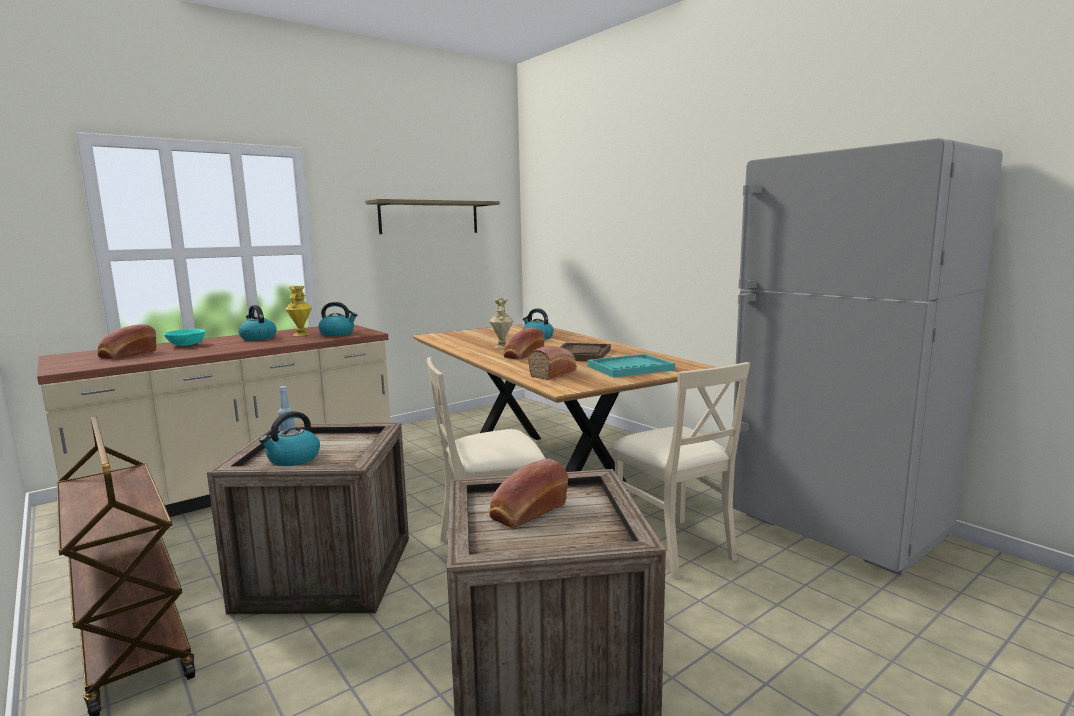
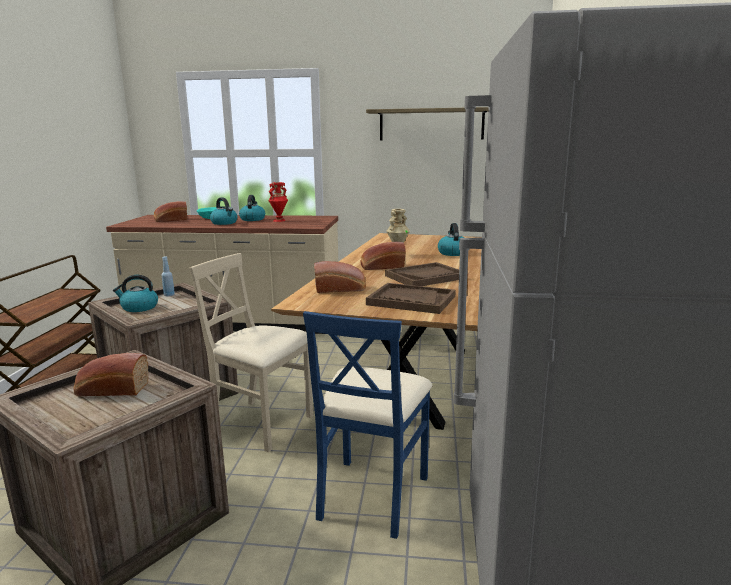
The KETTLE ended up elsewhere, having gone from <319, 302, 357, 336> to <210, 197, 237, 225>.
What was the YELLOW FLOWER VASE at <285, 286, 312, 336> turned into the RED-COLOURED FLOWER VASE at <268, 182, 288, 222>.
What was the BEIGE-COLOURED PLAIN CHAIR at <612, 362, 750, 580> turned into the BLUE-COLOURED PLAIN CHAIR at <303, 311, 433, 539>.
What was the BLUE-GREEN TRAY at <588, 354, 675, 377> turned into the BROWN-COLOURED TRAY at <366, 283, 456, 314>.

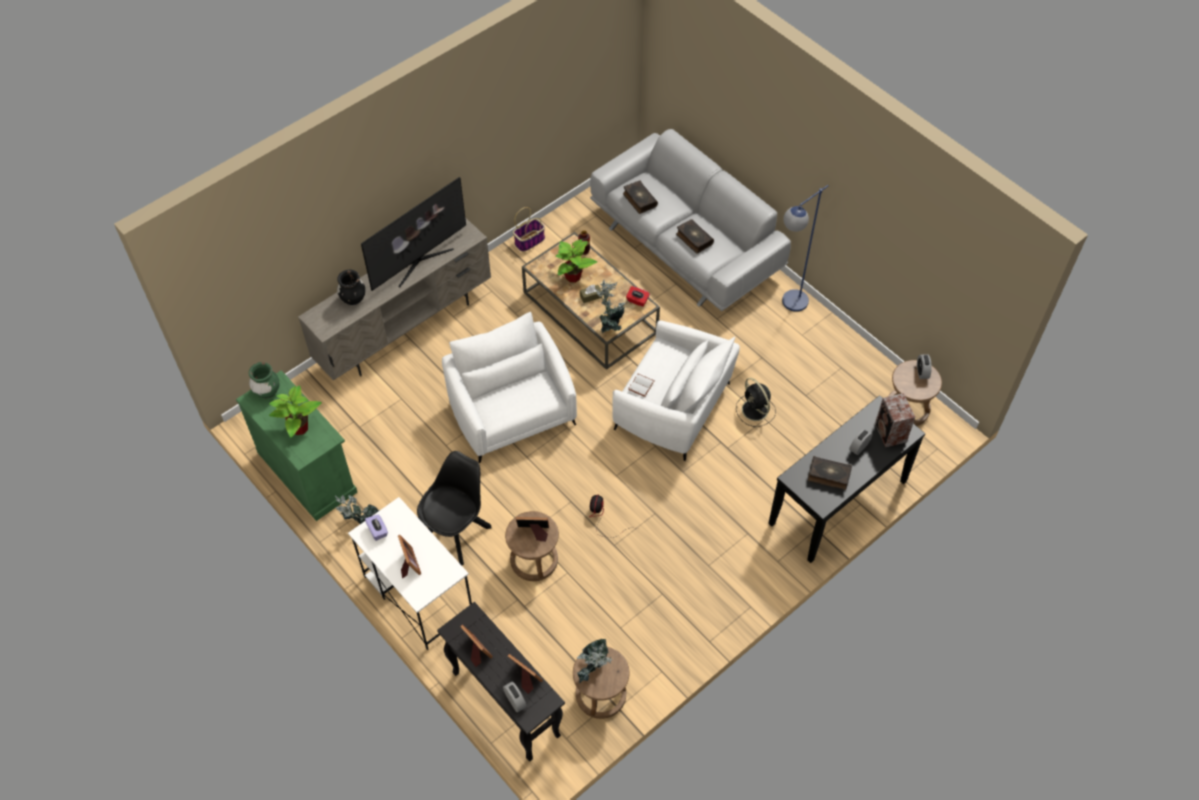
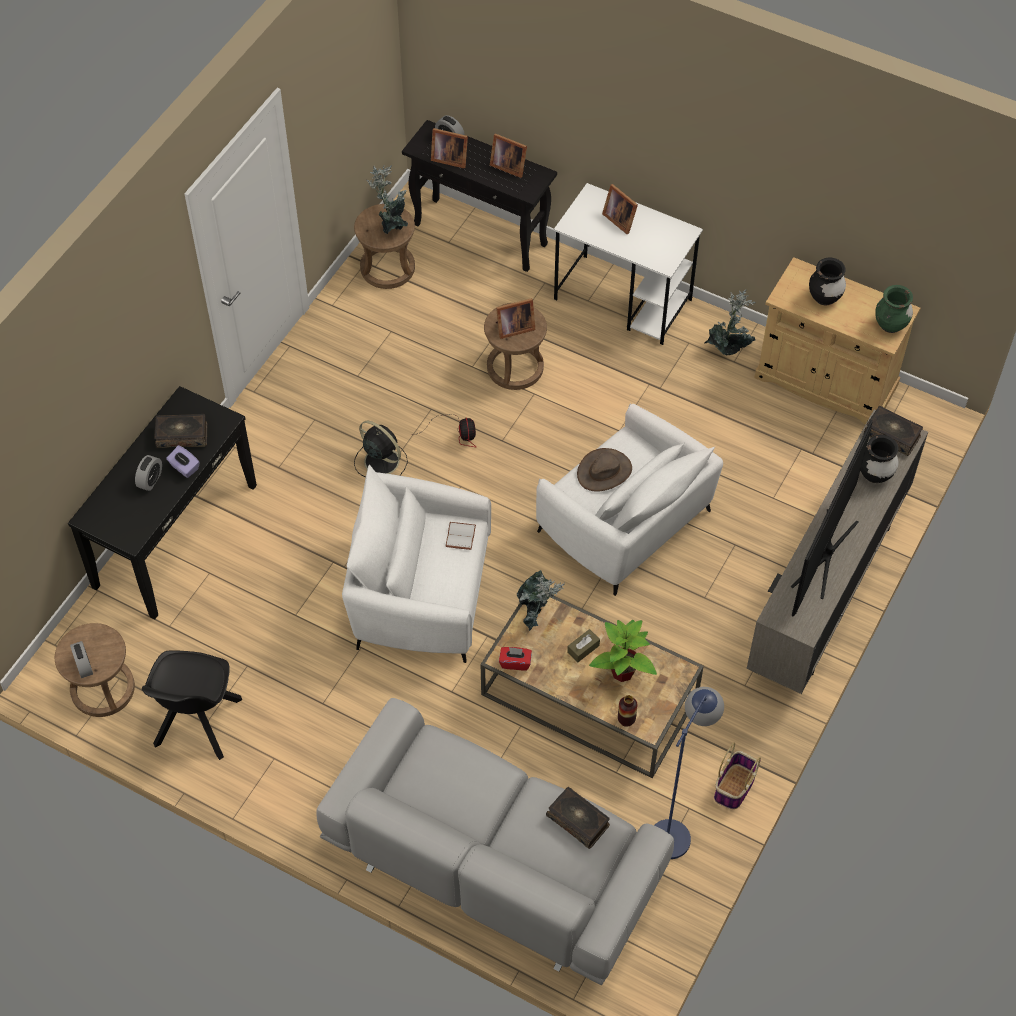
The BLACK PLAIN CHAIR ended up elsewhere, having gone from <417, 451, 491, 565> to <142, 650, 242, 760>.
The PURPLISH TISSUE BOX ended up elsewhere, having gone from <365, 514, 388, 541> to <166, 445, 200, 478>.
The BLACK FAN ended up elsewhere, having gone from <736, 378, 776, 427> to <354, 420, 408, 477>.
The second view gained the BROWN-COLOURED CLOTHING HAT at <577, 448, 632, 492>.
The BLUE-COLOURED FLOOR LAMP ended up elsewhere, having gone from <782, 185, 829, 312> to <654, 687, 724, 859>.
What was the GREEN-COLOURED CUPBOARD at <236, 370, 357, 521> turned into the BEIGE-COLOURED CUPBOARD at <754, 257, 920, 425>.
Where the HOUSEPLANT stood at <269, 385, 322, 438>, the BLACK FLOWER VASE came to stand at <809, 258, 846, 305>.
The BOOK ended up elsewhere, having gone from <676, 219, 714, 254> to <864, 406, 923, 456>.
The second view lost the AUDIO SPEAKER at <875, 393, 915, 447>.

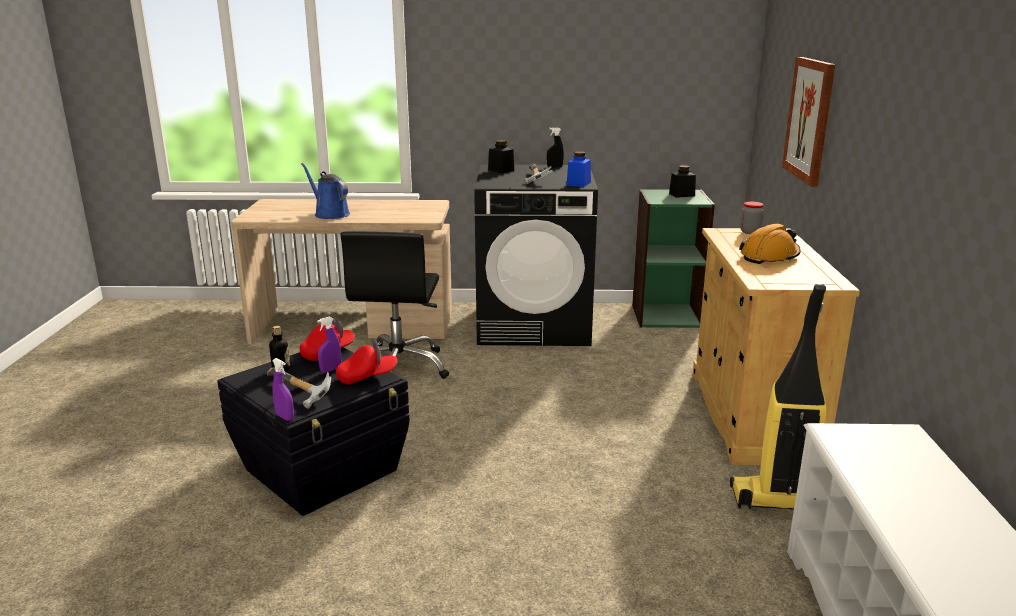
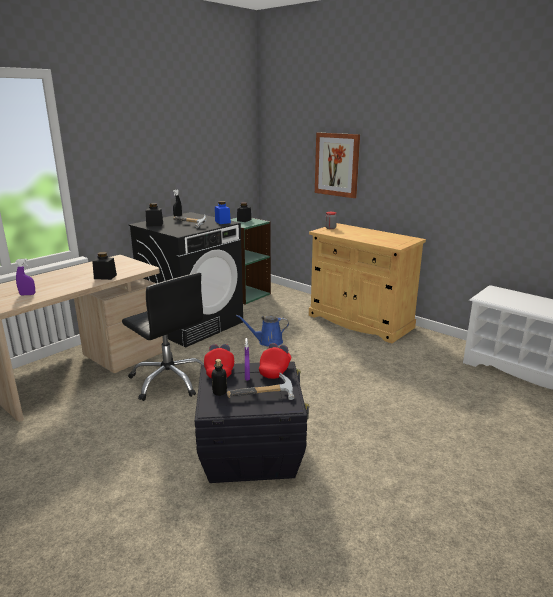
The PURPLISH SPRAYER ended up elsewhere, having gone from <272, 358, 294, 421> to <15, 259, 35, 295>.
The second view gained the BLACK PRESERVE JAR at <92, 252, 117, 280>.
The BLUE-COLOURED WATERING CAN ended up elsewhere, having gone from <301, 163, 350, 219> to <236, 315, 289, 347>.
The second view lost the VACUUM CLEANER at <730, 284, 827, 509>.
The second view lost the ORANGE HARD HAT at <739, 224, 801, 264>.

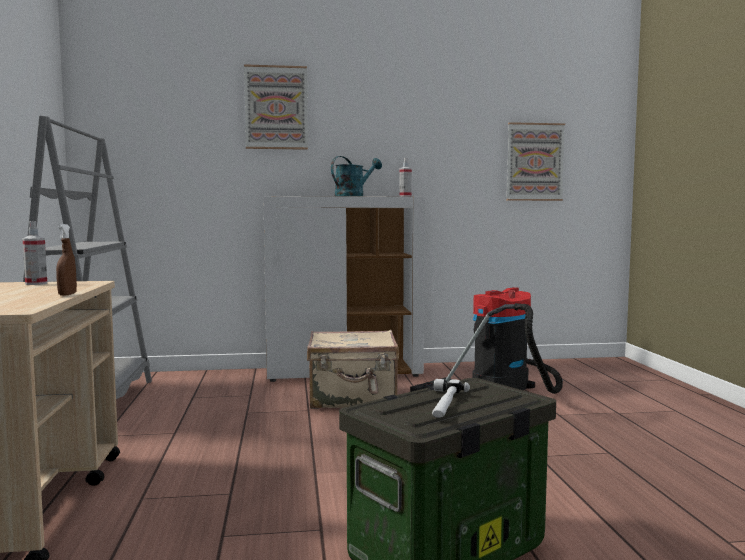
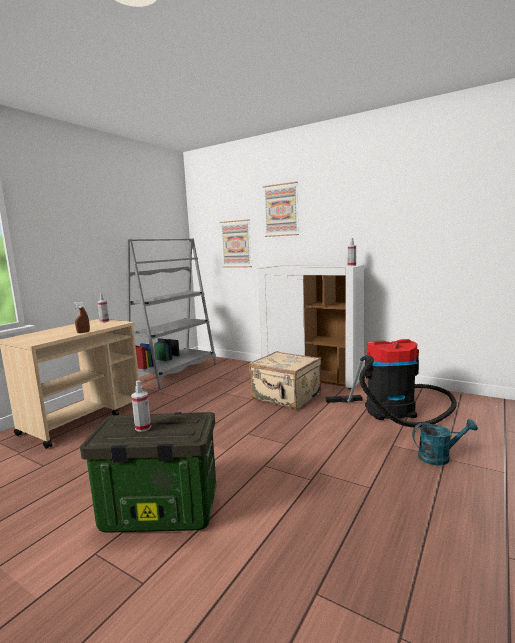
Where the TOOL HAMMER stood at <432, 379, 470, 418>, the SPRAYER came to stand at <131, 381, 151, 432>.
The WALL ART ended up elsewhere, having gone from <506, 122, 565, 201> to <220, 219, 252, 268>.
The BLUE-GREEN WATERING CAN ended up elsewhere, having gone from <331, 156, 382, 196> to <412, 419, 478, 465>.

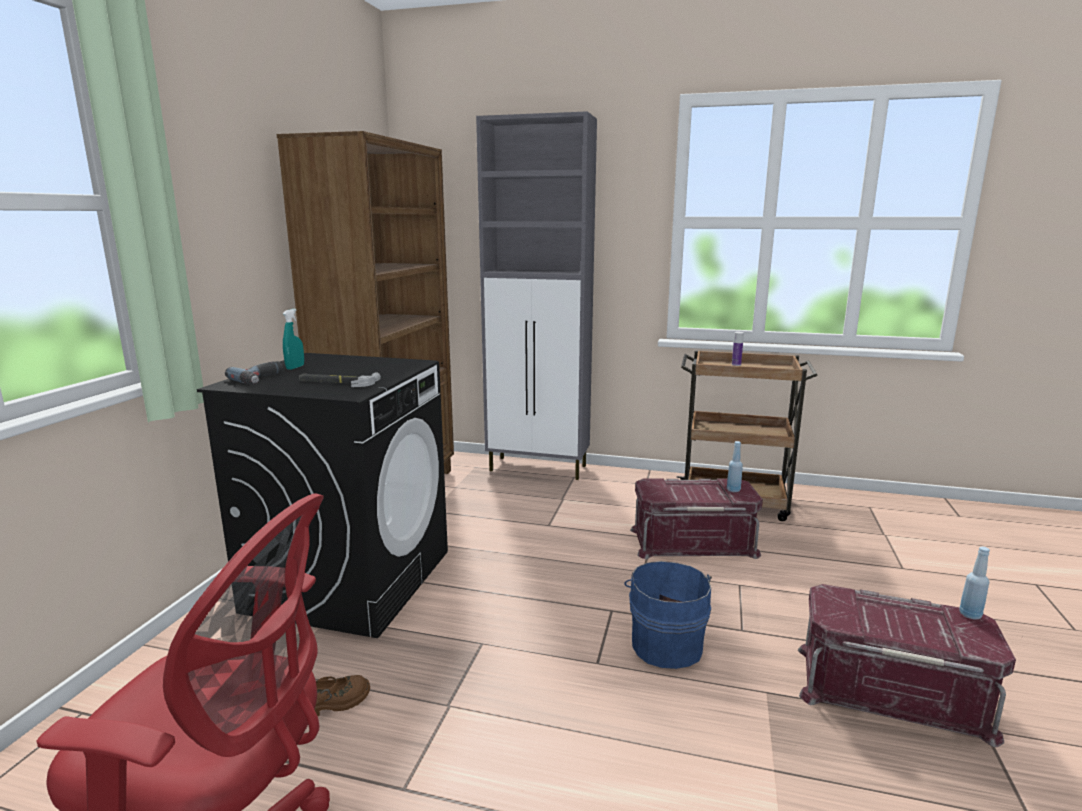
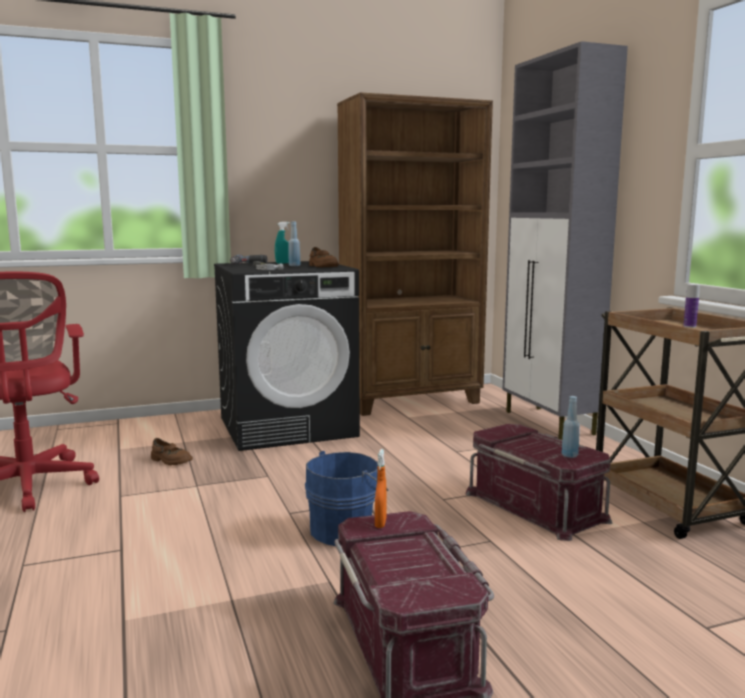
The BLUE-COLOURED BEVERAGE BOTTLE ended up elsewhere, having gone from <959, 547, 990, 620> to <288, 221, 300, 266>.
The second view gained the BROWN-COLOURED ITEM OF FOOTWEAR at <309, 247, 339, 267>.
The second view gained the ORANGE SPRAYER at <375, 449, 387, 528>.

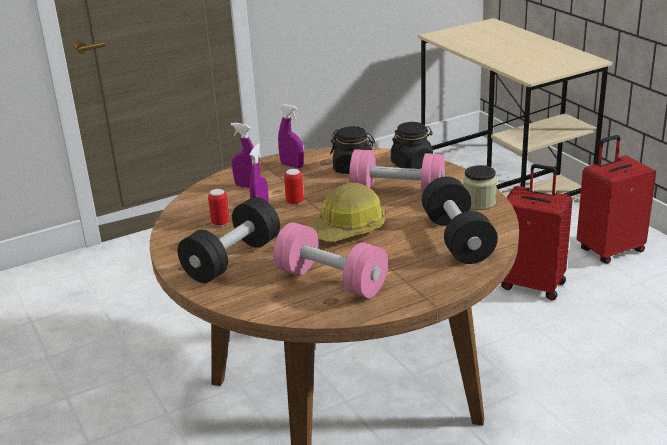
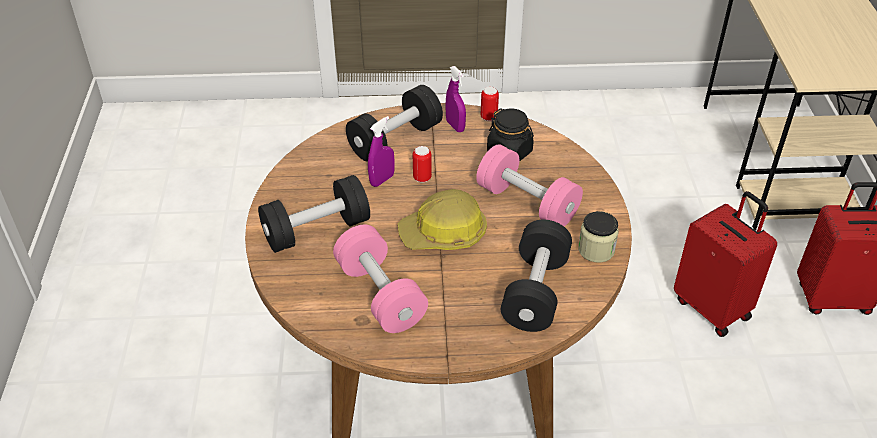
Where the PURPLISH SPRAYER stood at <231, 123, 260, 188>, the BLACK FREE WEIGHT came to stand at <346, 85, 443, 161>.
The CAN ended up elsewhere, having gone from <208, 189, 230, 227> to <481, 87, 499, 121>.
The second view lost the BLACK PRESERVE JAR at <391, 122, 433, 169>.

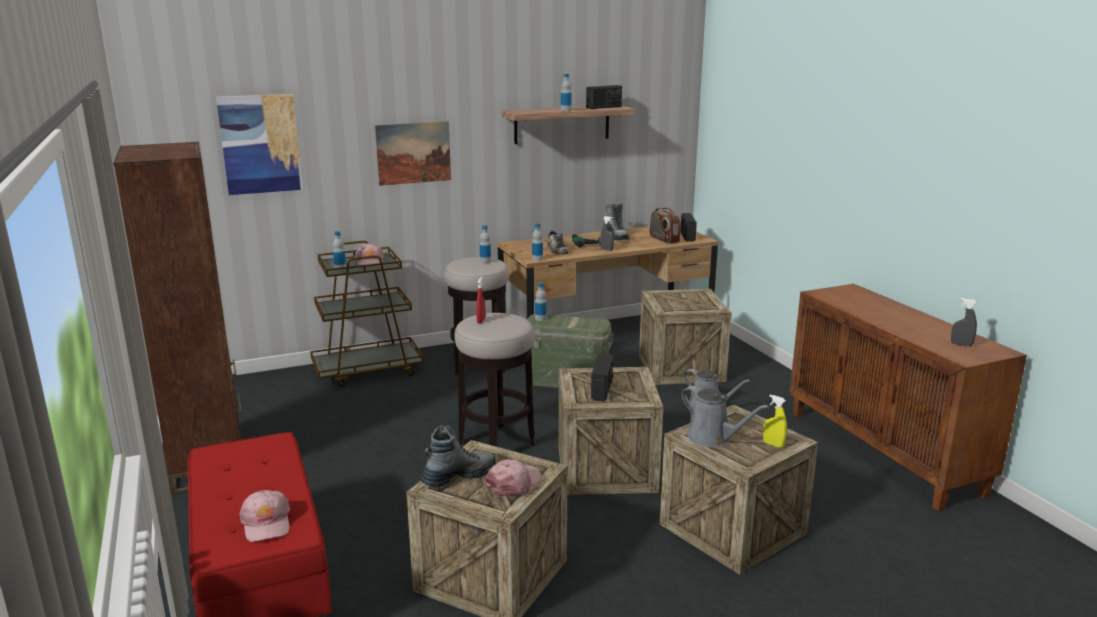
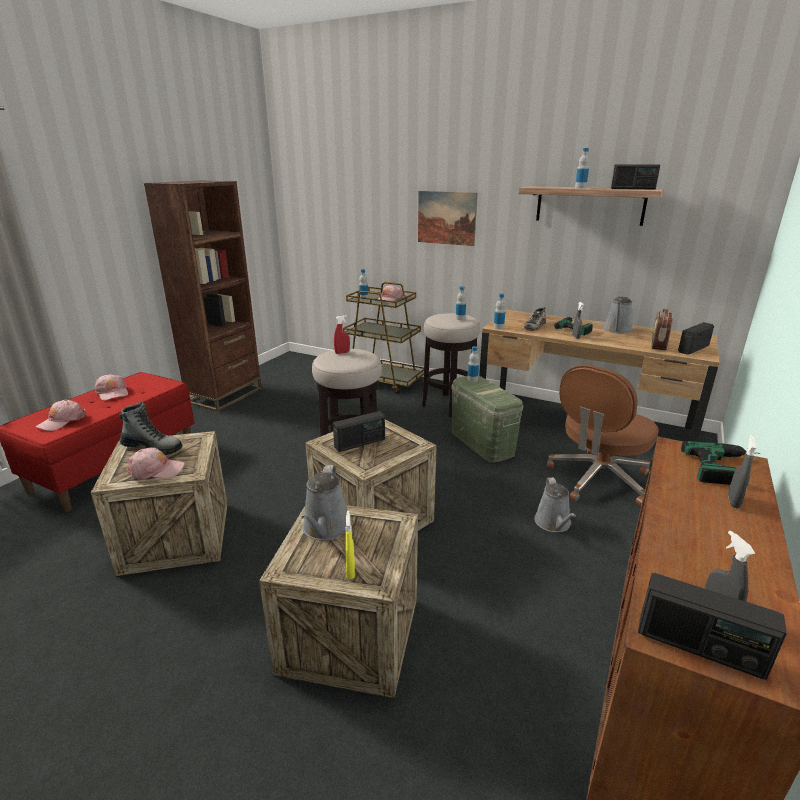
The second view gained the PINKISH BASEBALL CAP at <94, 374, 128, 401>.
Where the SHIPPING CRATE stood at <639, 289, 732, 385>, the BROWN-COLOURED DESK CHAIR came to stand at <547, 364, 659, 506>.
Where the HIGH-TOP BOOT stood at <606, 204, 630, 240>, the GRAY WATERING CAN came to stand at <603, 296, 633, 334>.
The second view gained the RADIO RECEIVER at <638, 573, 787, 680>.
The second view gained the POWER DRILL at <681, 441, 761, 485>.
The second view gained the GRAY SPRAYER at <728, 435, 756, 508>.
The second view lost the WALL ART at <216, 94, 303, 195>.

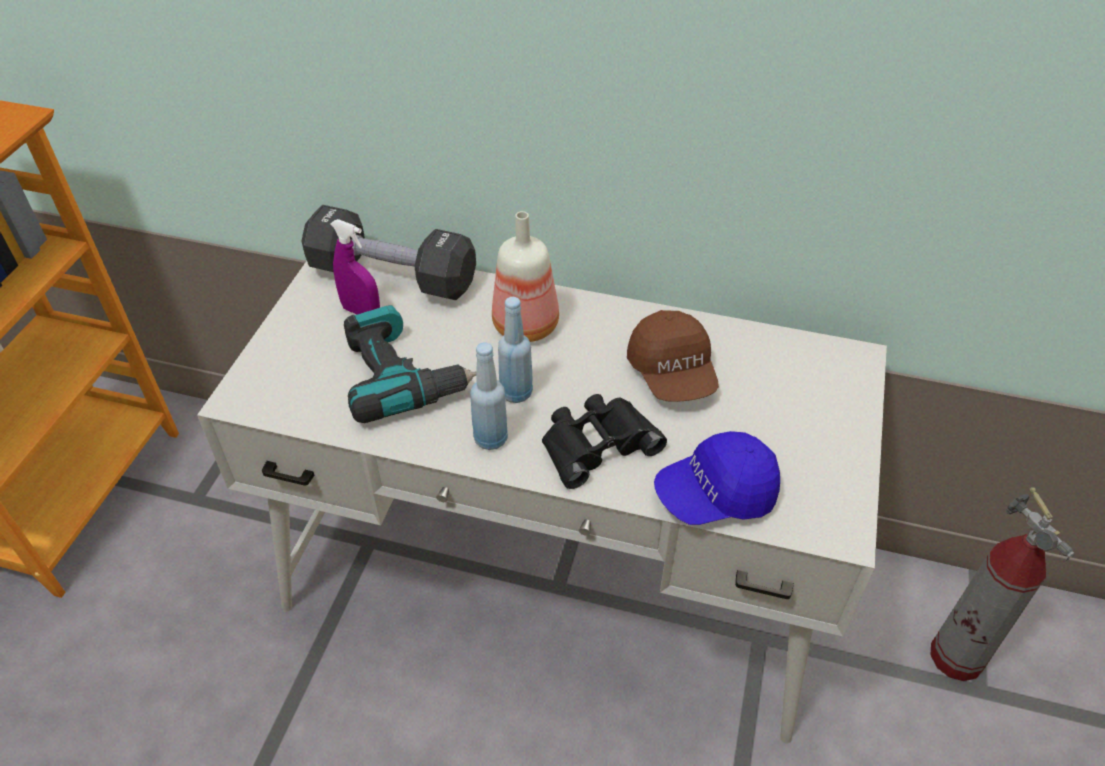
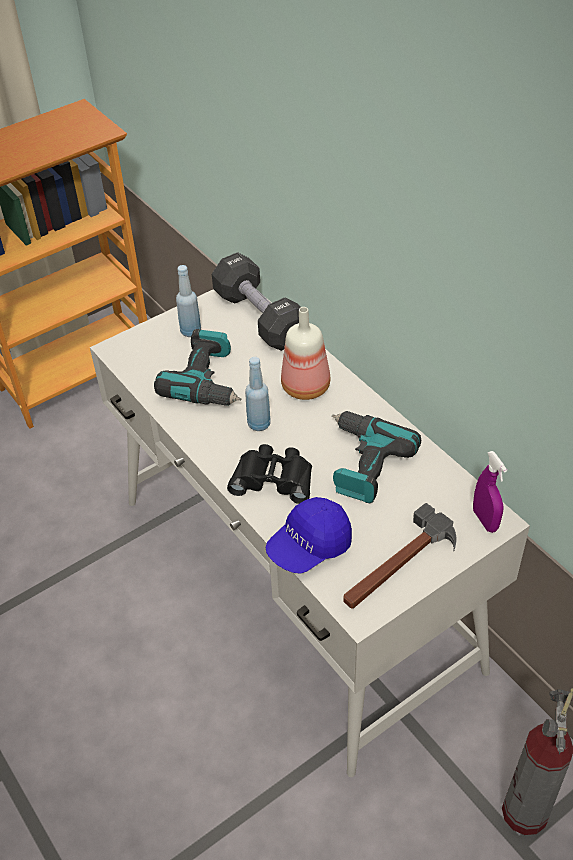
The BLUE-COLOURED BEVERAGE BOTTLE ended up elsewhere, having gone from <470, 343, 508, 450> to <176, 265, 201, 337>.
The BLUE-COLOURED BASEBALL CAP at <654, 431, 780, 525> ended up facing another way, 60 degrees counterclockwise from before.
Where the BROWN-COLOURED BASEBALL CAP stood at <627, 310, 719, 402>, the POWER DRILL came to stand at <332, 411, 421, 503>.
The second view gained the TOOL HAMMER at <343, 503, 457, 609>.
The PURPLISH SPRAYER ended up elsewhere, having gone from <331, 219, 380, 314> to <473, 451, 507, 533>.

